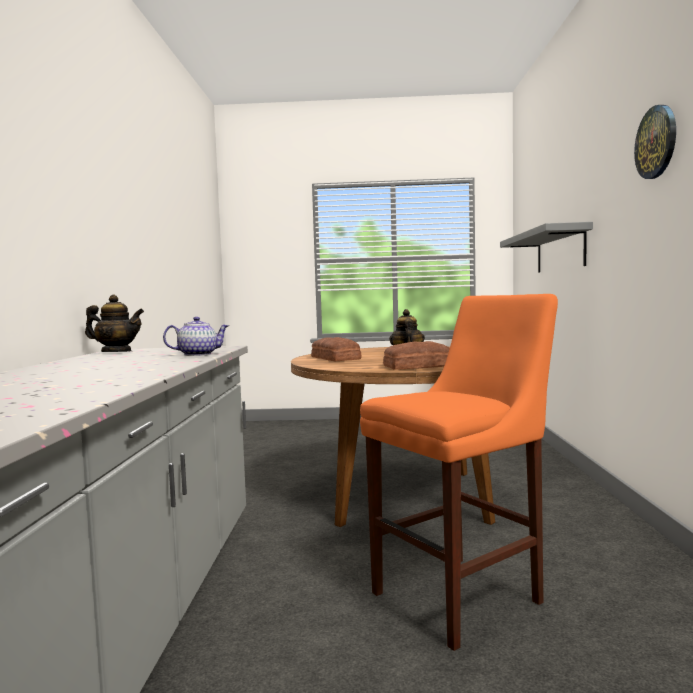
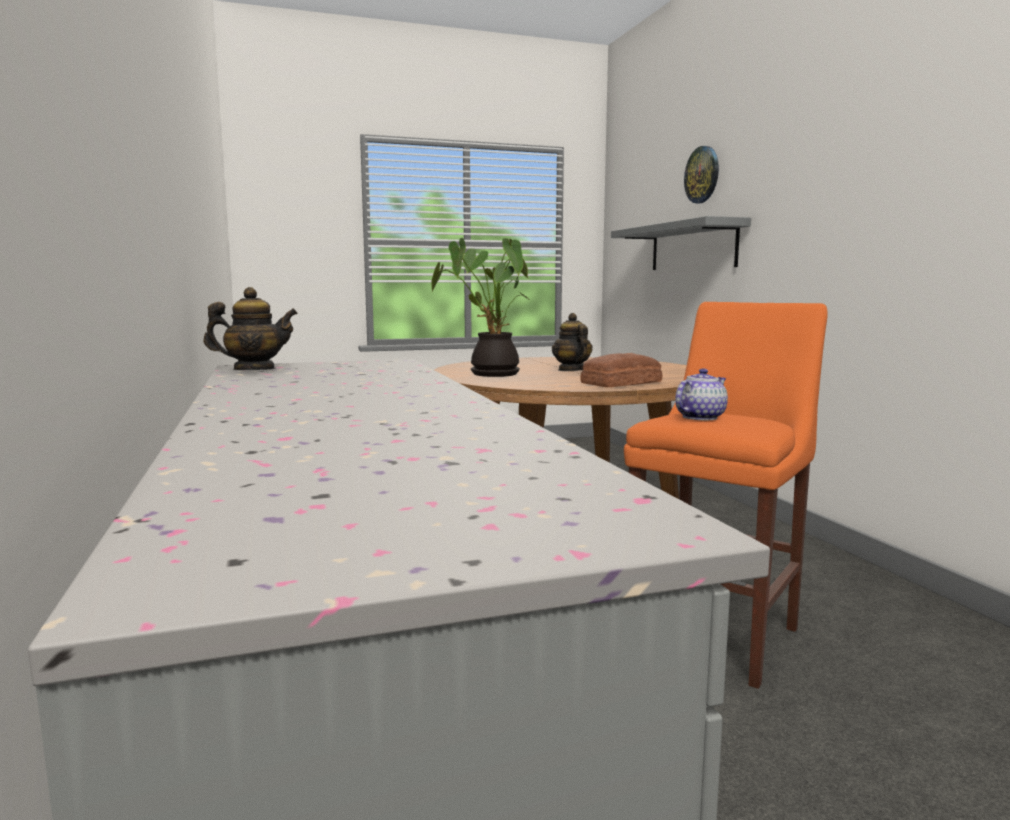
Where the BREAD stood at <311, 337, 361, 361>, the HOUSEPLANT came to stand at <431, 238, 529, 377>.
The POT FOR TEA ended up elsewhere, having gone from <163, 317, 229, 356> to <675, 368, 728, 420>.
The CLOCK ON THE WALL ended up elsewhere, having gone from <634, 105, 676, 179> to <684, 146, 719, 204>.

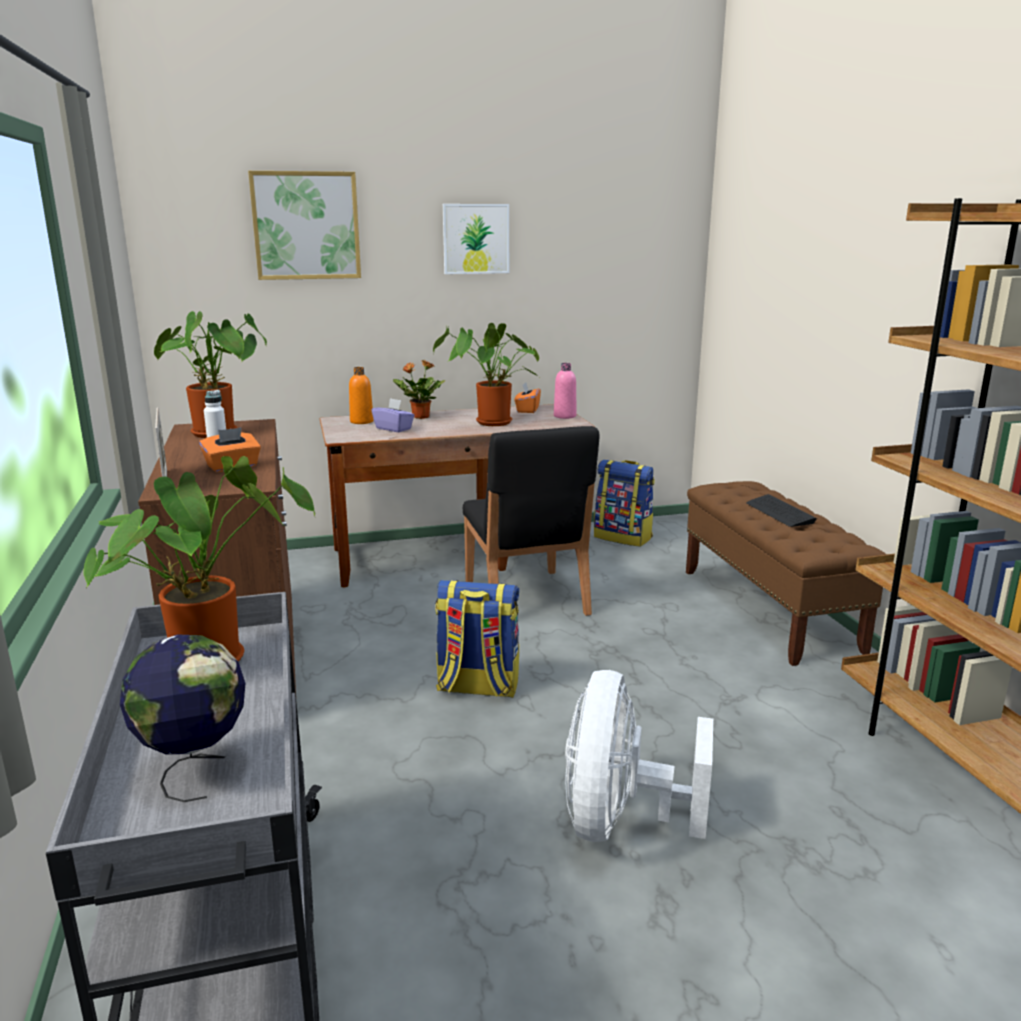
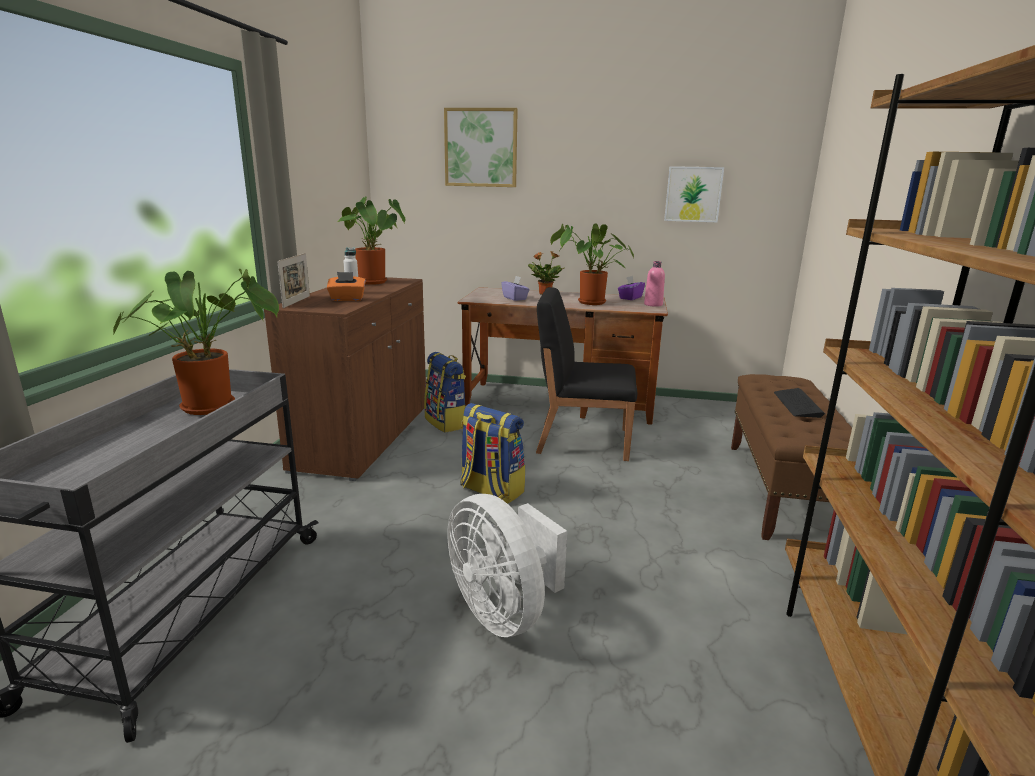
The RUCKSACK ended up elsewhere, having gone from <594, 460, 655, 547> to <424, 352, 466, 433>.
The WHITISH FAN at <565, 670, 713, 842> ended up facing another way, 75 degrees counterclockwise from before.
The BLACK PLAIN CHAIR at <463, 426, 599, 616> ended up facing another way, 90 degrees clockwise from before.
What was the ORANGE TISSUE BOX at <514, 382, 541, 413> turned into the PURPLISH TISSUE BOX at <618, 276, 645, 300>.
The WALL ART ended up elsewhere, having gone from <443, 204, 509, 274> to <664, 166, 724, 222>.
The second view lost the GLOBE at <120, 635, 245, 802>.
The second view lost the ORANGE BEVERAGE BOTTLE at <349, 367, 374, 424>.

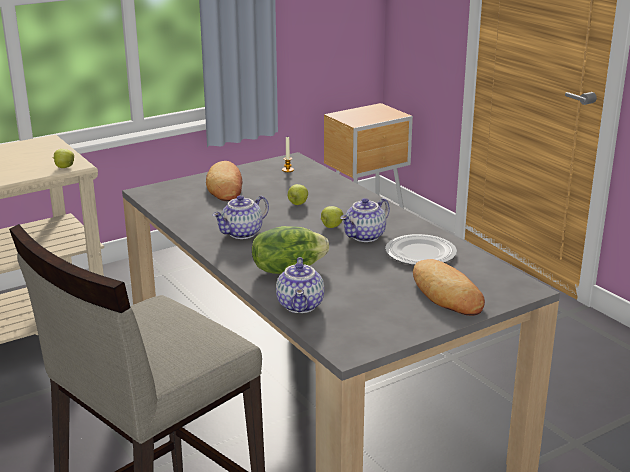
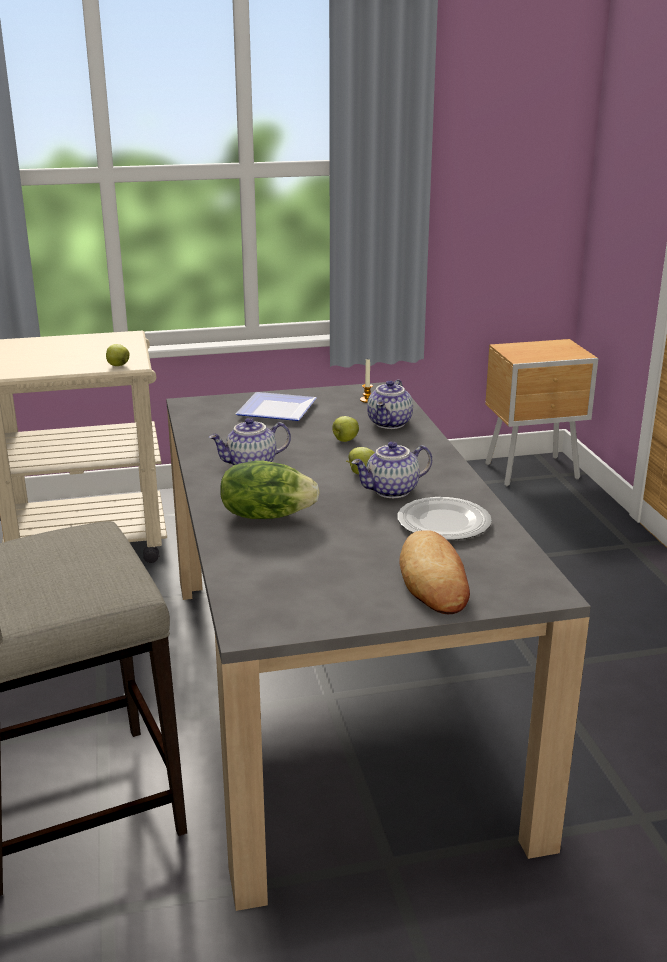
Where the BREAD stood at <206, 161, 243, 201>, the FLAT DISH came to stand at <236, 392, 316, 421>.
The POT FOR TEA ended up elsewhere, having gone from <276, 257, 324, 313> to <367, 379, 413, 429>.

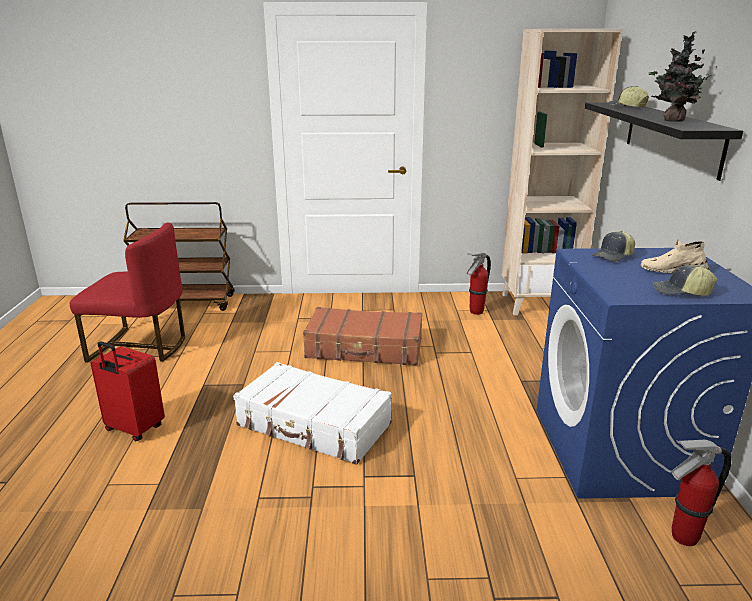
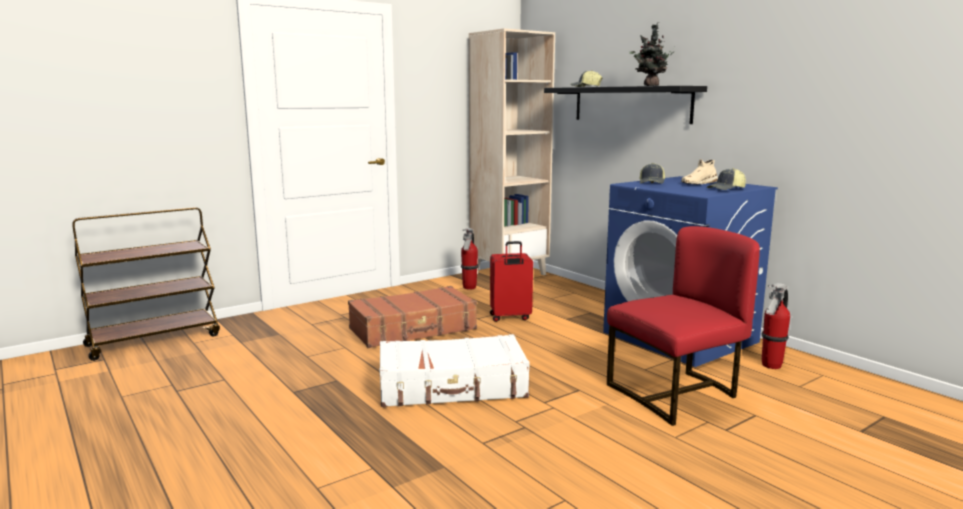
The RED-COLOURED TRAVEL CASE ended up elsewhere, having gone from <91, 341, 165, 441> to <490, 241, 533, 322>.
The RED-COLOURED PLAIN CHAIR ended up elsewhere, having gone from <70, 223, 185, 363> to <607, 226, 760, 426>.

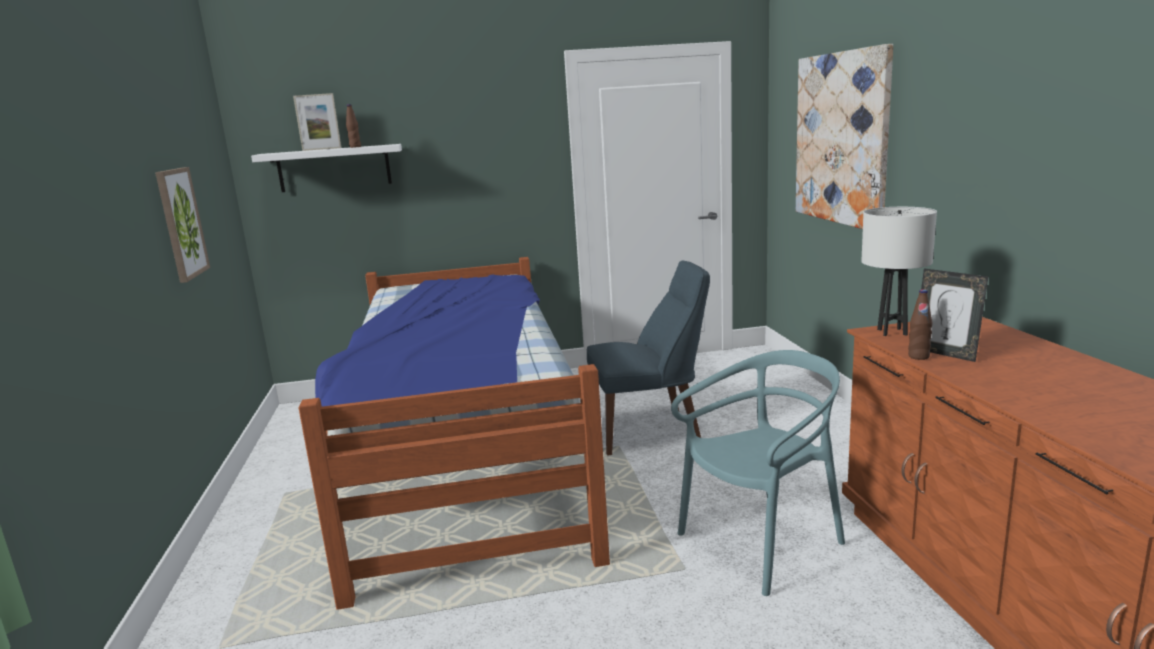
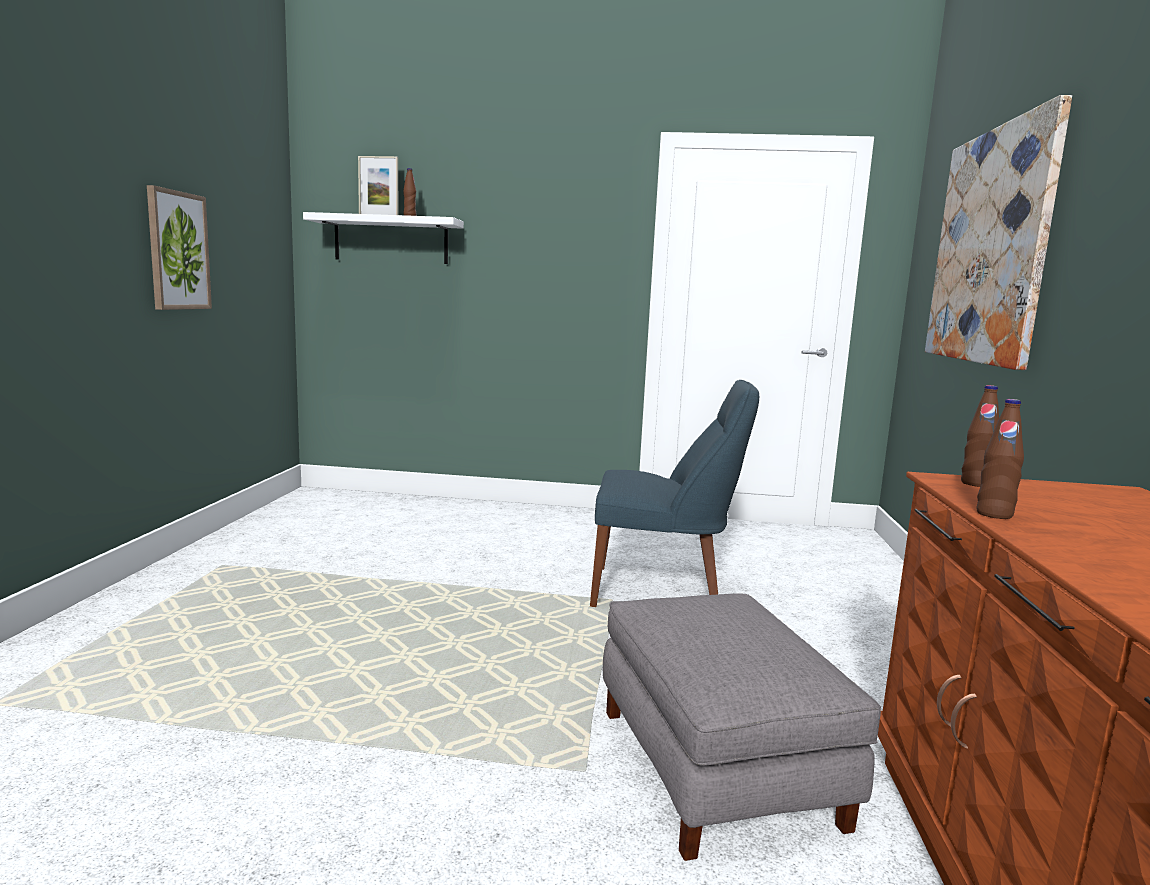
Where the BLUE-GREEN PLAIN CHAIR stood at <671, 350, 845, 596>, the GRAY OTTOMAN came to stand at <603, 593, 881, 861>.
Where the WHITISH TABLE LAMP stood at <862, 207, 937, 336>, the BROWN-COLOURED BEVERAGE BOTTLE came to stand at <961, 385, 999, 487>.
The second view lost the SLEEPING BED at <298, 257, 610, 610>.
The second view lost the STANDING FRAME at <921, 268, 988, 362>.

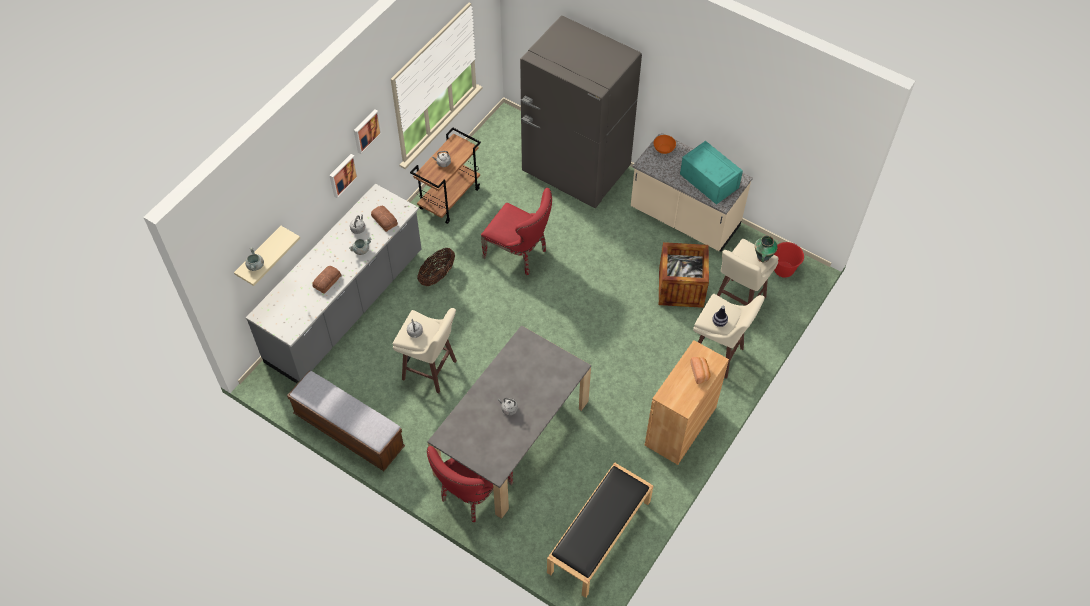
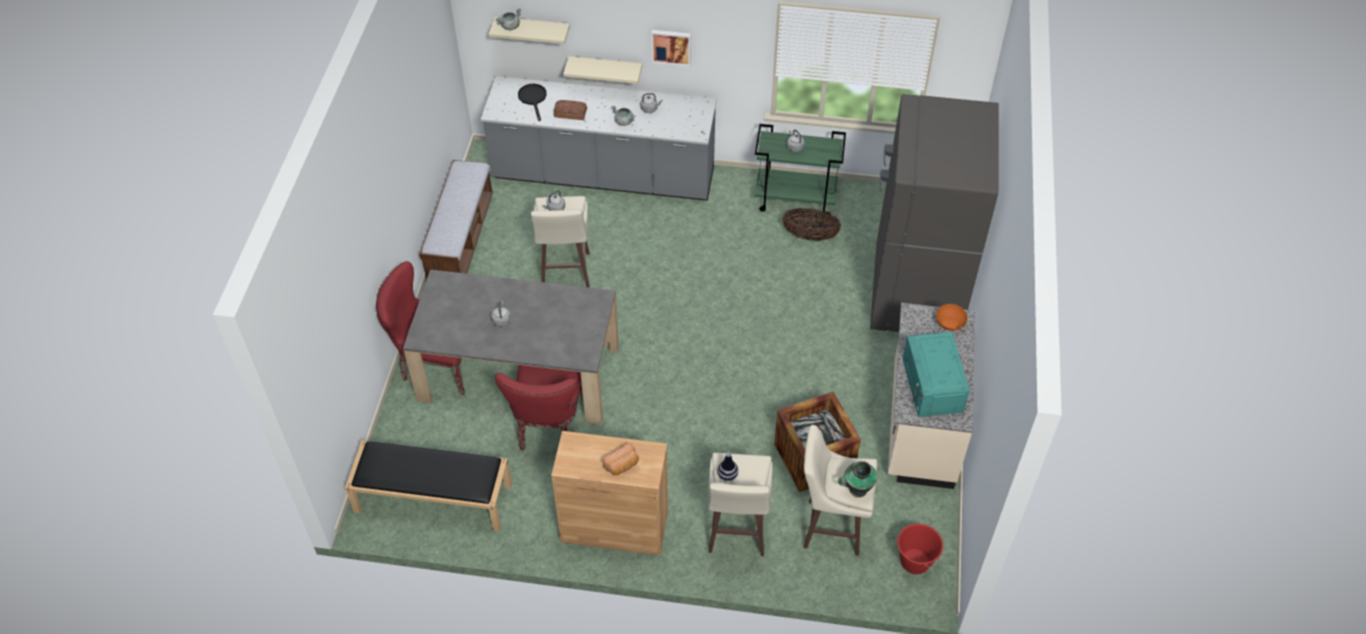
The RED-COLOURED PLAIN CHAIR ended up elsewhere, having gone from <481, 188, 552, 275> to <495, 365, 583, 450>.
The second view gained the BLACK FRYING PAN at <518, 84, 547, 121>.
The second view gained the BEIGE-COLOURED SHELF at <563, 56, 642, 84>.
What was the BROWN-COLOURED TROLLEY at <410, 128, 481, 224> turned into the GREEN-COLOURED TROLLEY at <755, 124, 846, 215>.
The BASKET ended up elsewhere, having gone from <417, 248, 455, 286> to <782, 208, 841, 241>.
The BLUE-GREEN KITCHEN MICROWAVE at <680, 141, 743, 204> ended up facing another way, 150 degrees clockwise from before.
The second view lost the WALL ART at <354, 109, 382, 154>.
The second view lost the BREAD at <371, 206, 398, 232>.

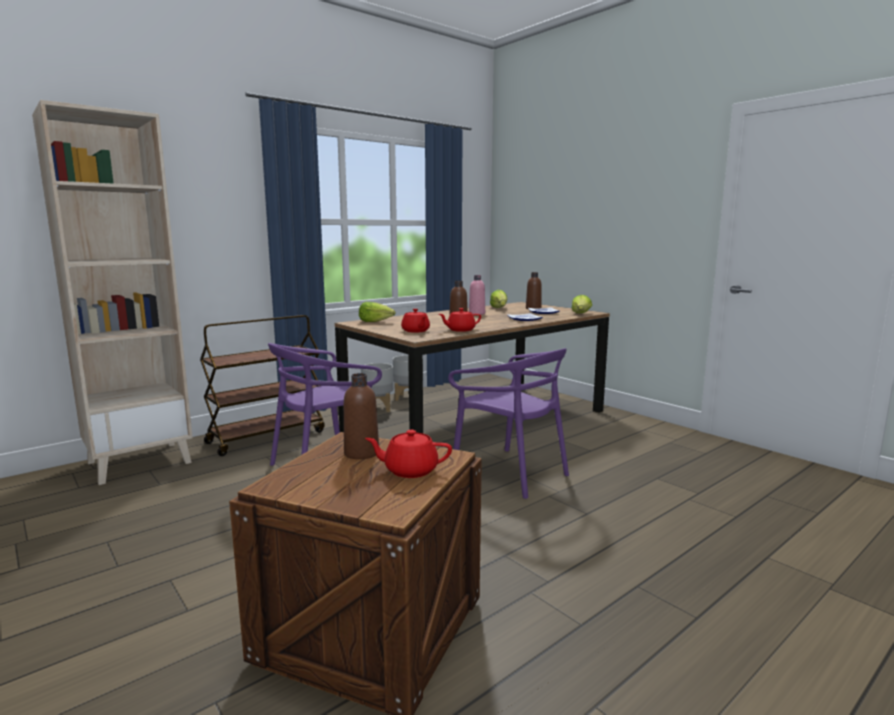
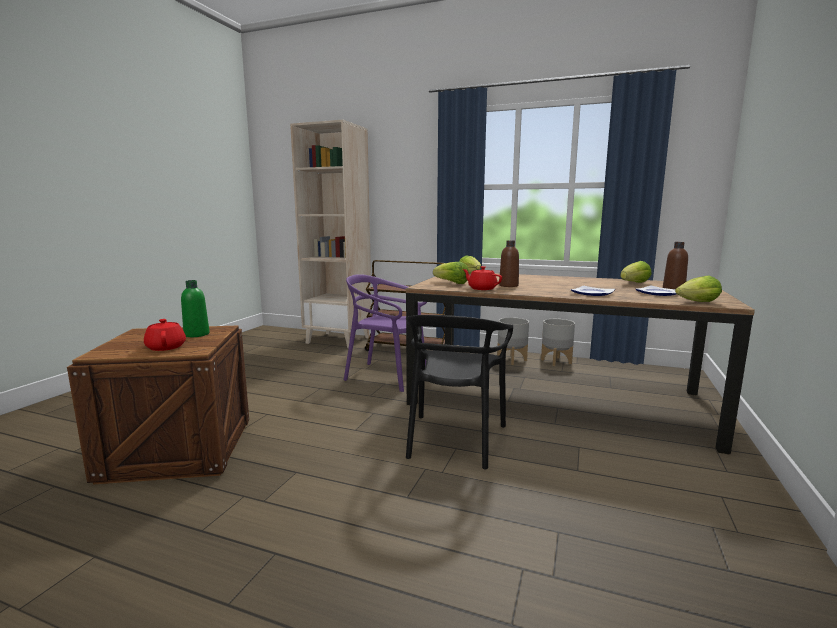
What was the BROWN-COLOURED BEVERAGE BOTTLE at <344, 373, 379, 459> turned into the GREEN-COLOURED BEVERAGE BOTTLE at <181, 280, 210, 337>.
What was the PURPLISH PLAIN CHAIR at <448, 348, 569, 499> turned into the BLACK PLAIN CHAIR at <406, 315, 513, 470>.
Where the RED-COLOURED POT FOR TEA stood at <401, 309, 430, 333>, the HEAD OF LETTUCE came to stand at <433, 262, 469, 284>.
The second view lost the PINKISH BEVERAGE BOTTLE at <469, 275, 485, 315>.

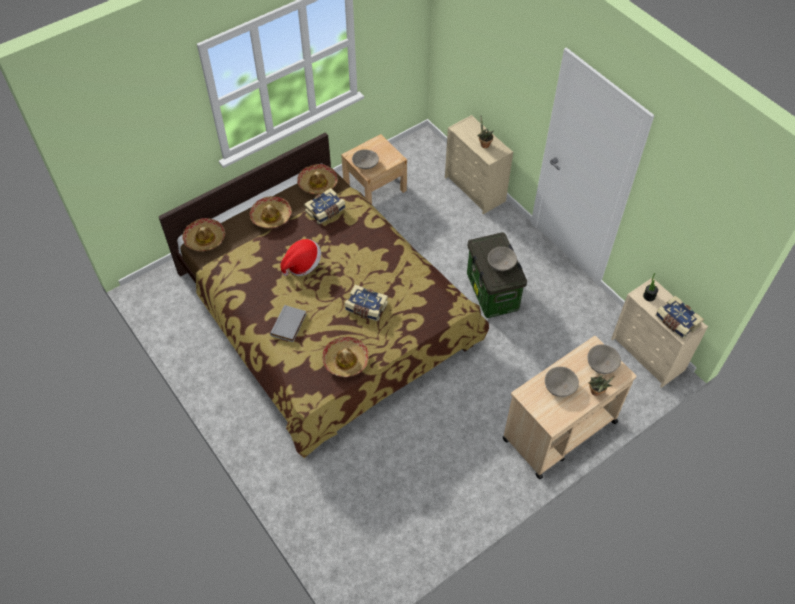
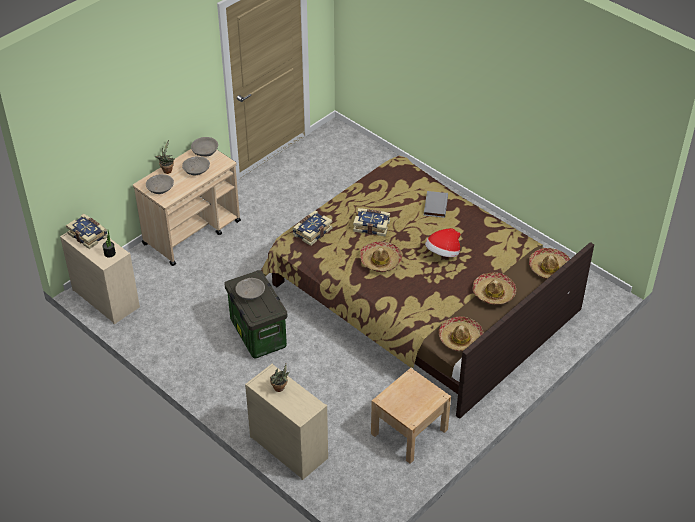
The GRAY BOWL ended up elsewhere, having gone from <352, 149, 379, 169> to <191, 137, 218, 157>.
The BOOK ended up elsewhere, having gone from <304, 188, 346, 224> to <293, 210, 332, 246>.
The CLOTHING HAT ended up elsewhere, having gone from <322, 336, 369, 377> to <360, 241, 402, 272>.

